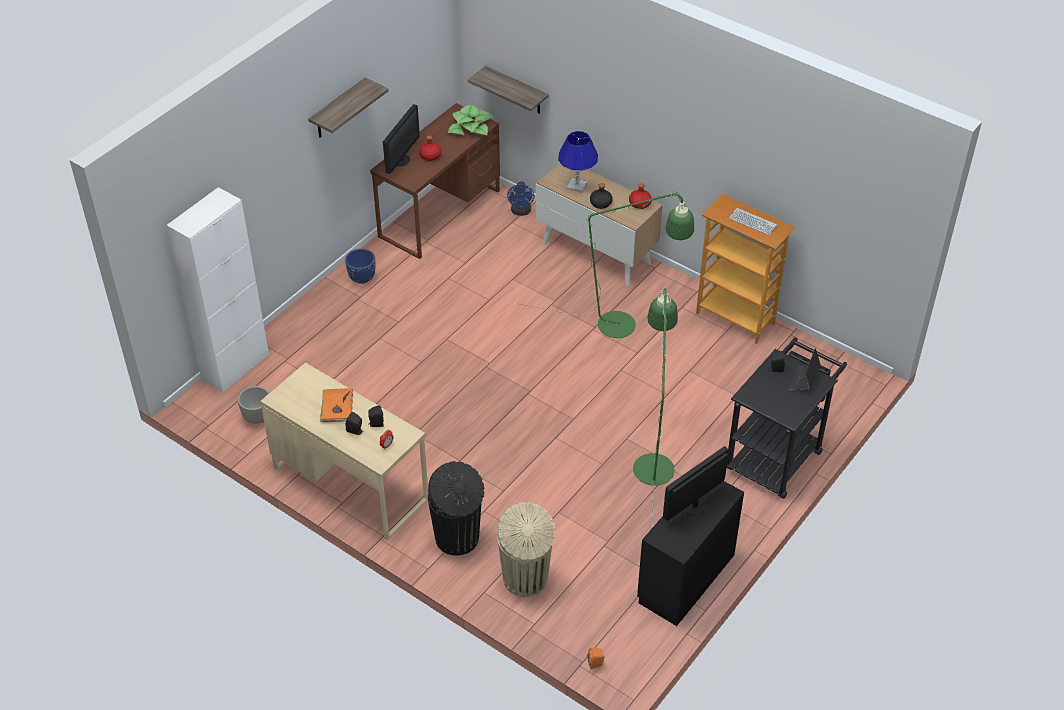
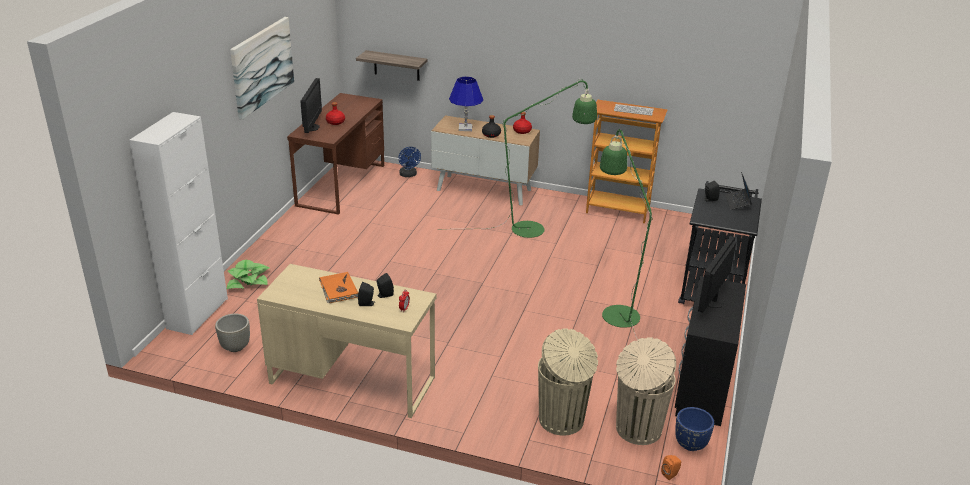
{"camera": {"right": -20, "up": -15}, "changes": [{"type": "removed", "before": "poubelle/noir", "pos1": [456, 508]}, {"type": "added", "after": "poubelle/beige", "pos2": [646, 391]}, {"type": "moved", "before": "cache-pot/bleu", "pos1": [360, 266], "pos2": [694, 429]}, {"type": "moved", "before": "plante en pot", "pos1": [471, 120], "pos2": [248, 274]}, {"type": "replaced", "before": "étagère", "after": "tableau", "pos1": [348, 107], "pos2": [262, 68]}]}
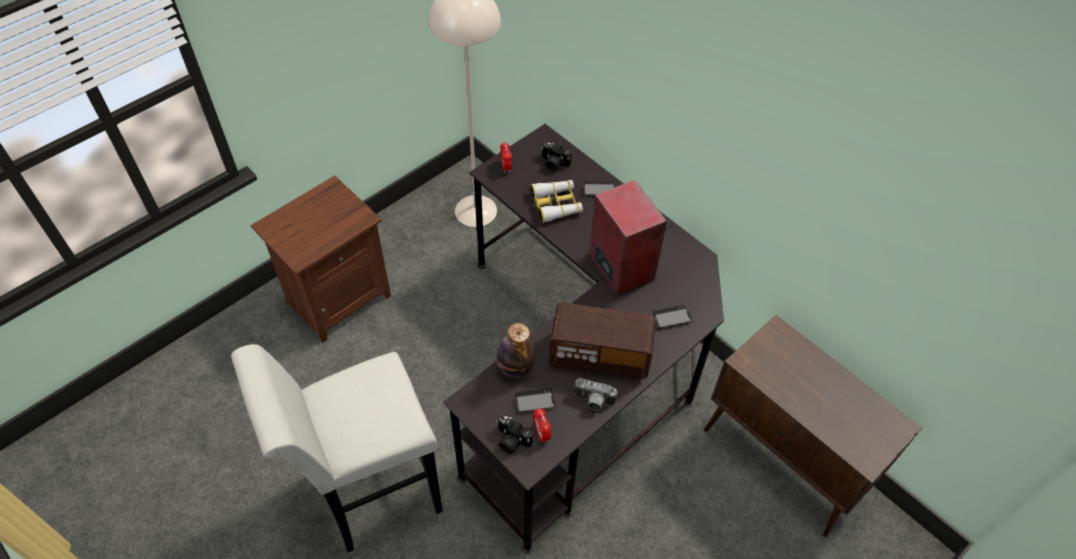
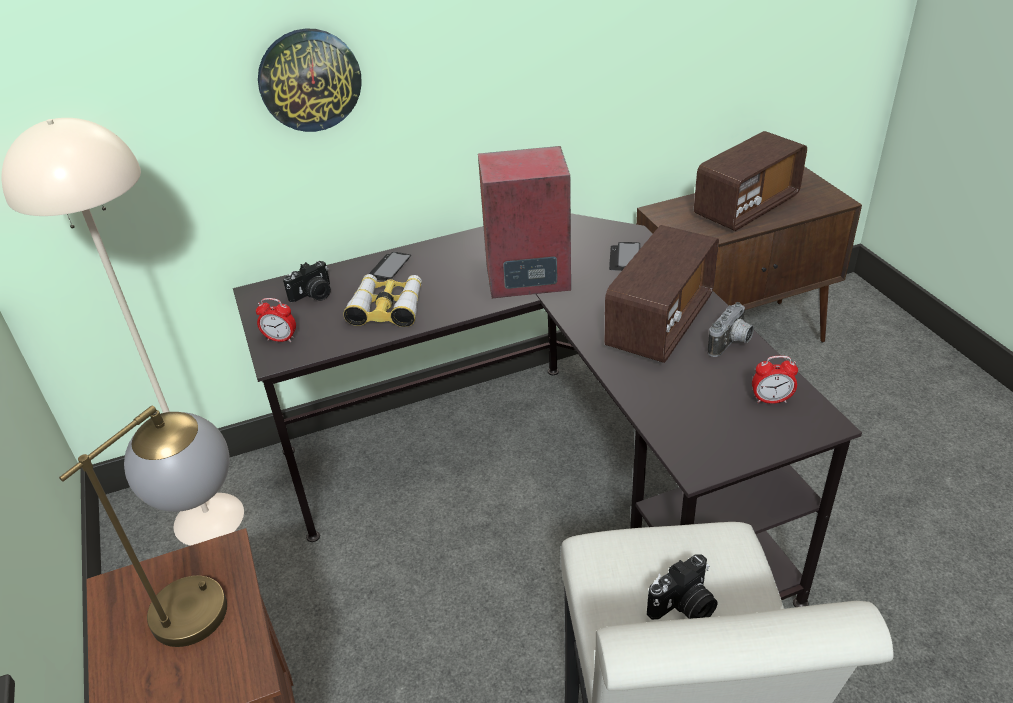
{"camera": {"right": -65, "up": -15}, "changes": [{"type": "removed", "before": "bouteille", "pos1": [515, 350]}, {"type": "removed", "before": "téléphone", "pos1": [535, 400]}, {"type": "added", "after": "lampe de table", "pos2": [144, 526]}, {"type": "added", "after": "horloge murale", "pos2": [310, 80]}, {"type": "added", "after": "radio", "pos2": [750, 181]}, {"type": "moved", "before": "appareil photo", "pos1": [514, 434], "pos2": [682, 587]}]}
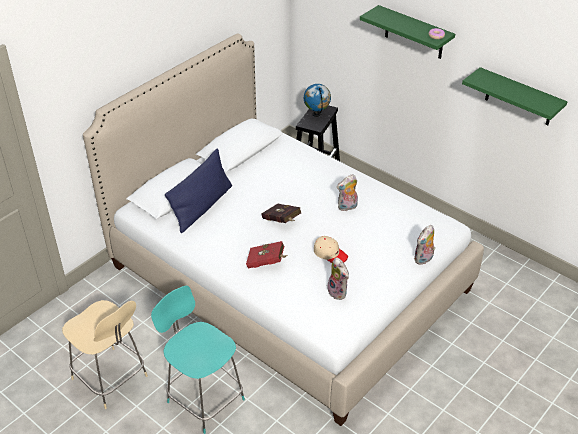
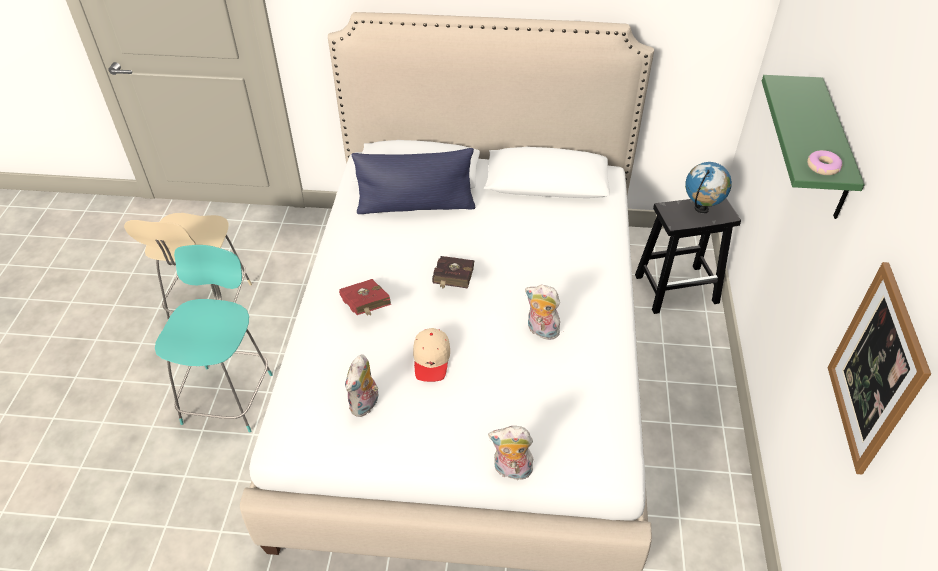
{"camera": {"right": 55, "up": 5}, "changes": [{"type": "replaced", "before": "étagère/vert", "after": "tableau", "pos1": [515, 96], "pos2": [879, 368]}]}
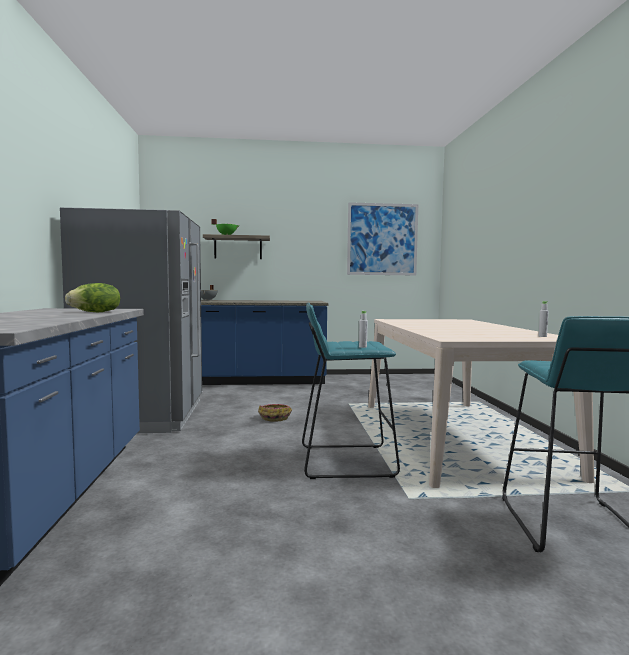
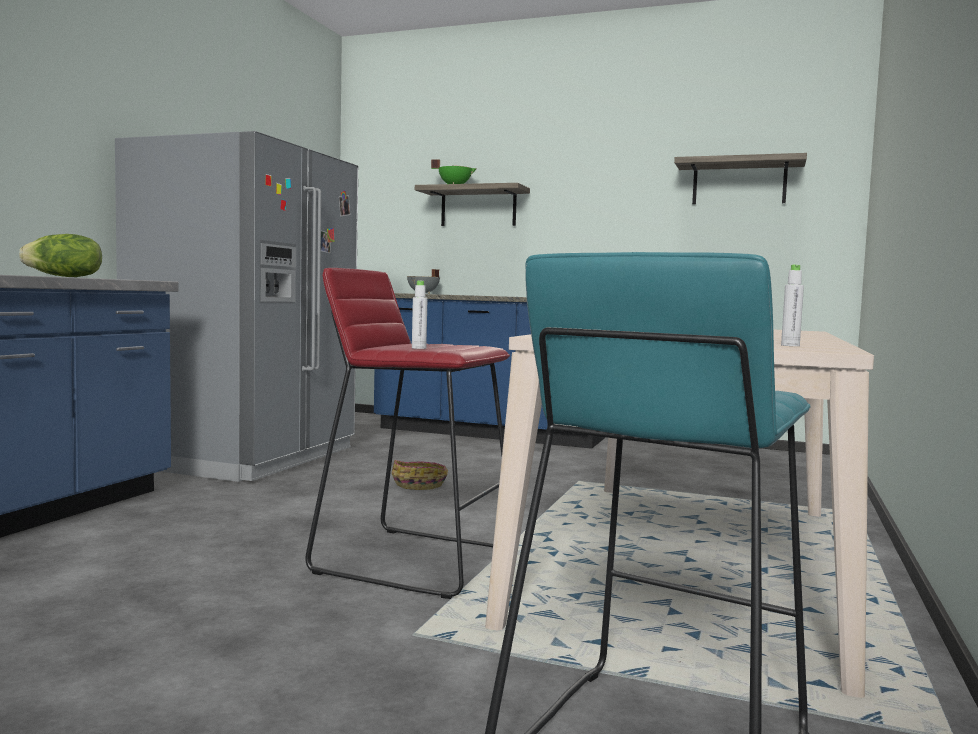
{"camera": {"right": 25, "up": 0}, "changes": [{"type": "replaced", "before": "tableau", "after": "étagère", "pos1": [382, 239], "pos2": [740, 178]}, {"type": "recoloured", "before": "tabouret/turquoise", "after": "tabouret/rouge", "pos1": [351, 391], "pos2": [408, 433]}]}
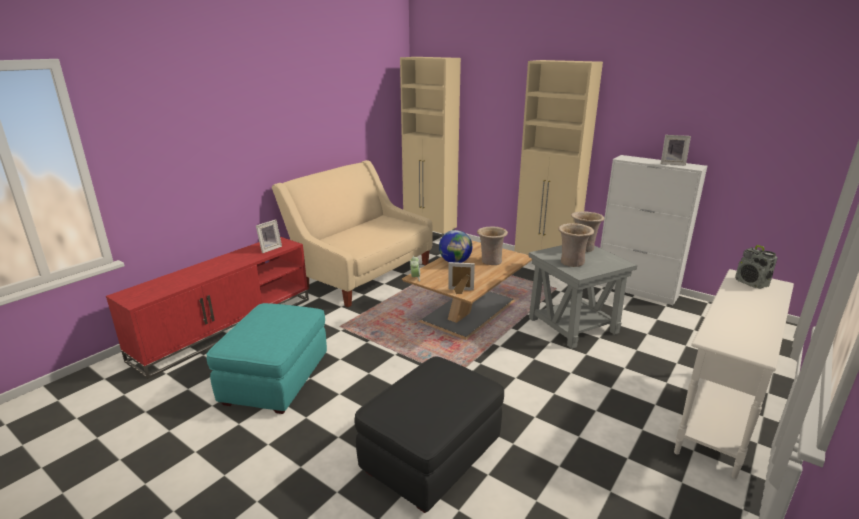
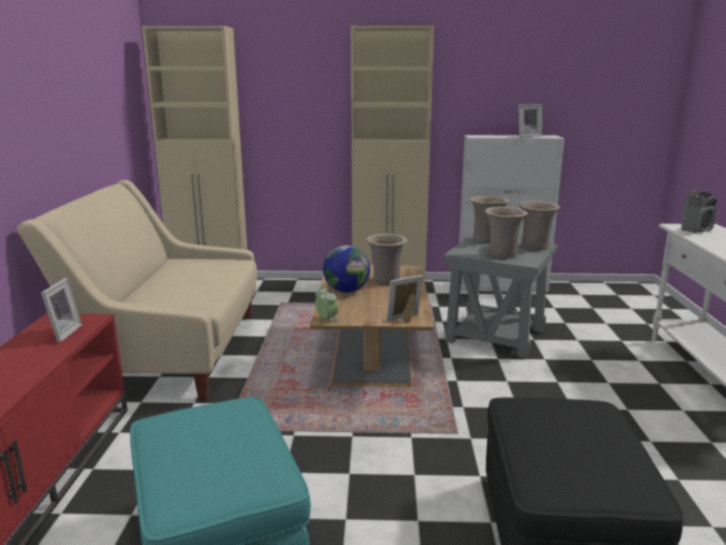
{"camera": {"right": -35, "up": -5}, "changes": [{"type": "added", "after": "vase/beige", "pos2": [539, 226]}, {"type": "turned", "before": "radio", "pos1": [756, 267], "pos2": [699, 212], "turn": -60}]}
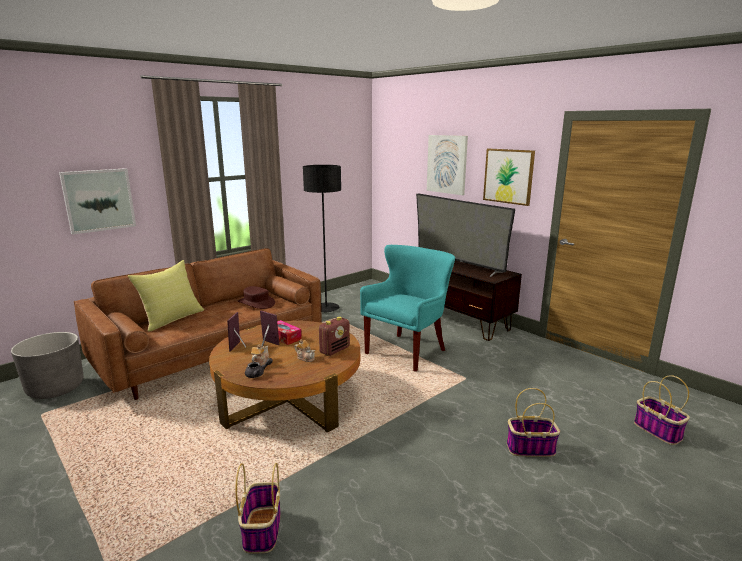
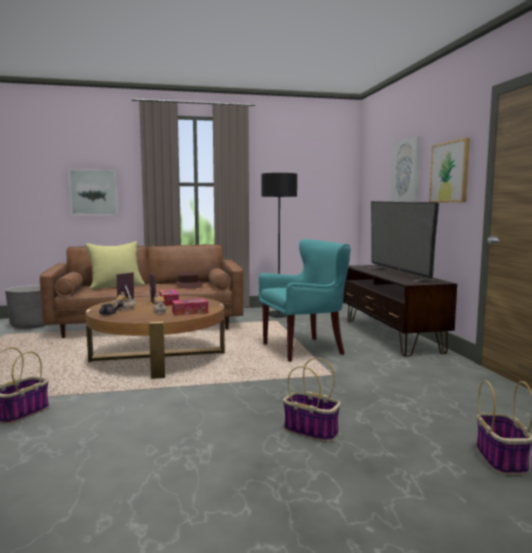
{"camera": {"right": 30, "up": -10}, "changes": [{"type": "replaced", "before": "radio", "after": "boîte à mouchoirs", "pos1": [334, 336], "pos2": [190, 307]}]}
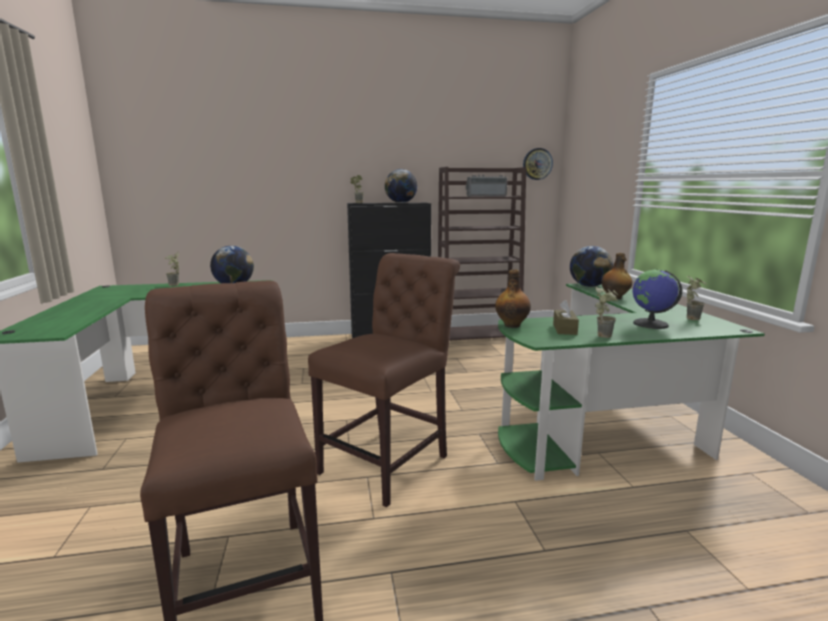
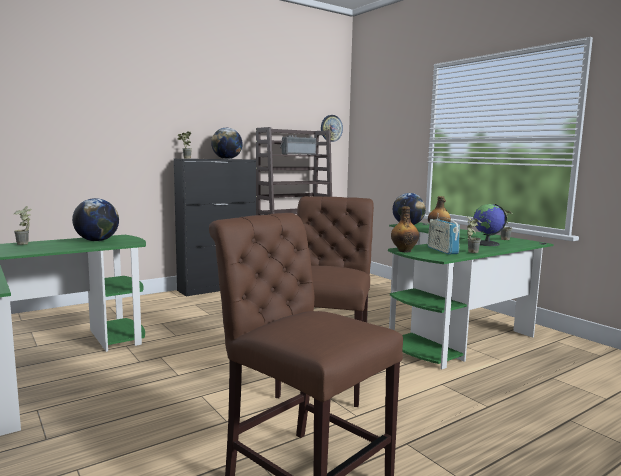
{"camera": {"right": -25, "up": -5}, "changes": [{"type": "replaced", "before": "boîte à mouchoirs/marron", "after": "radio", "pos1": [566, 317], "pos2": [443, 234]}]}
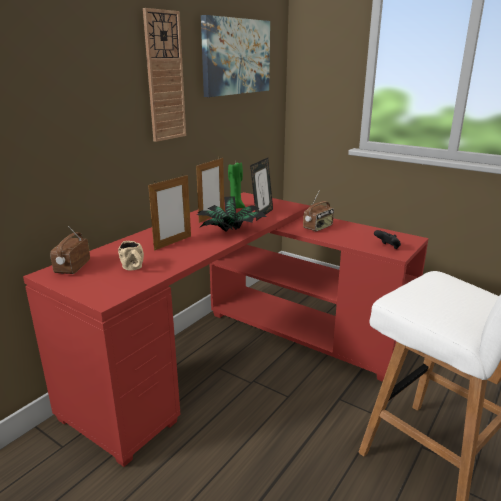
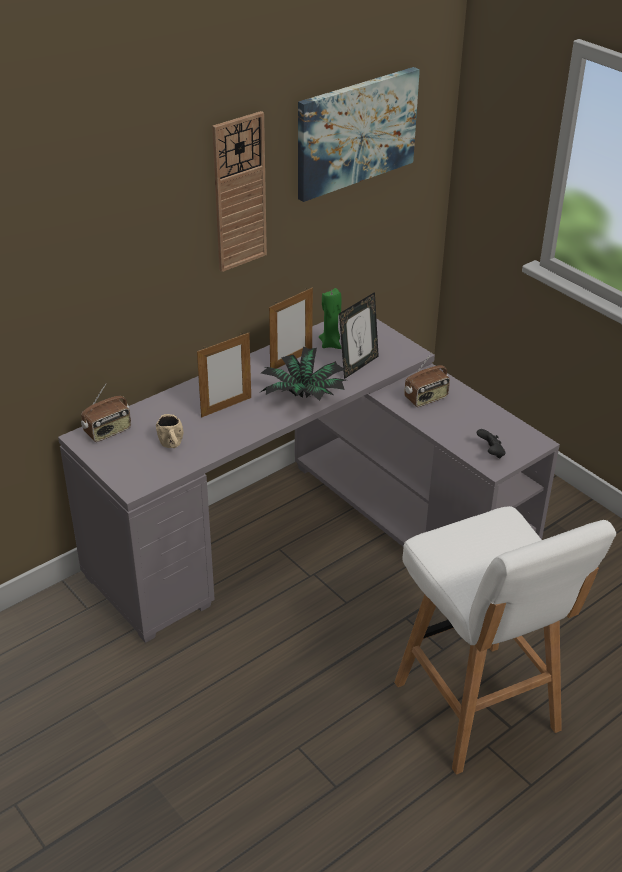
{"camera": {"right": 15, "up": 15}, "changes": [{"type": "recoloured", "before": "bureau/rouge", "after": "bureau/gris", "pos1": [226, 329], "pos2": [309, 479]}, {"type": "turned", "before": "radio", "pos1": [70, 250], "pos2": [106, 412], "turn": -150}]}
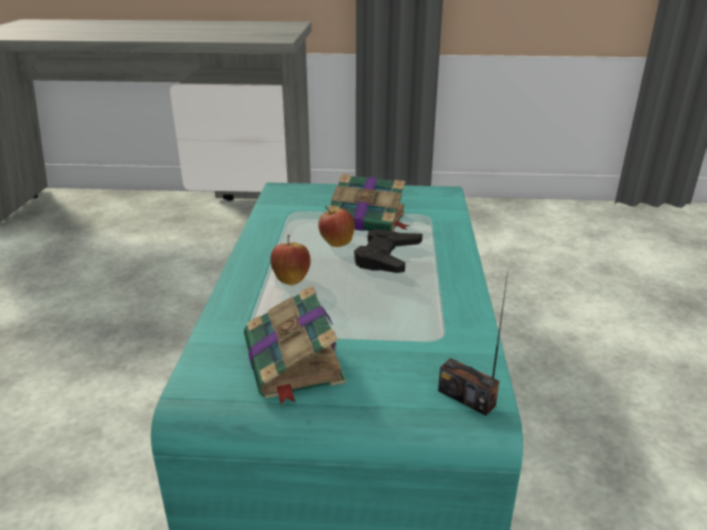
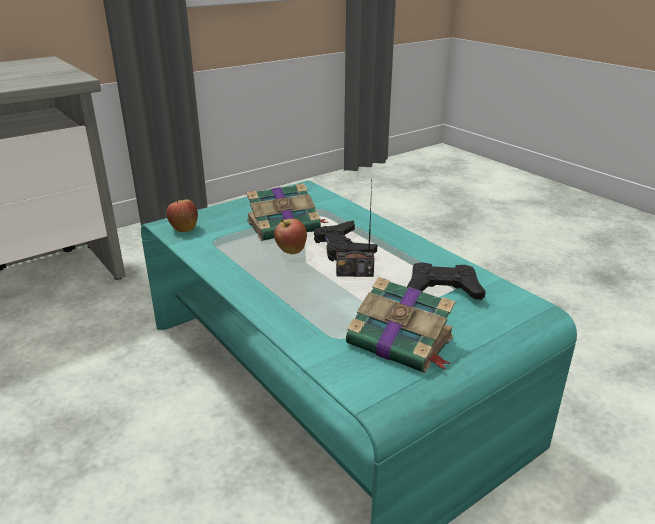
{"camera": {"right": -40, "up": 0}, "changes": [{"type": "added", "after": "manette/noir", "pos2": [446, 281]}, {"type": "moved", "before": "pomme", "pos1": [290, 260], "pos2": [182, 213]}, {"type": "moved", "before": "radio", "pos1": [473, 343], "pos2": [355, 229]}]}
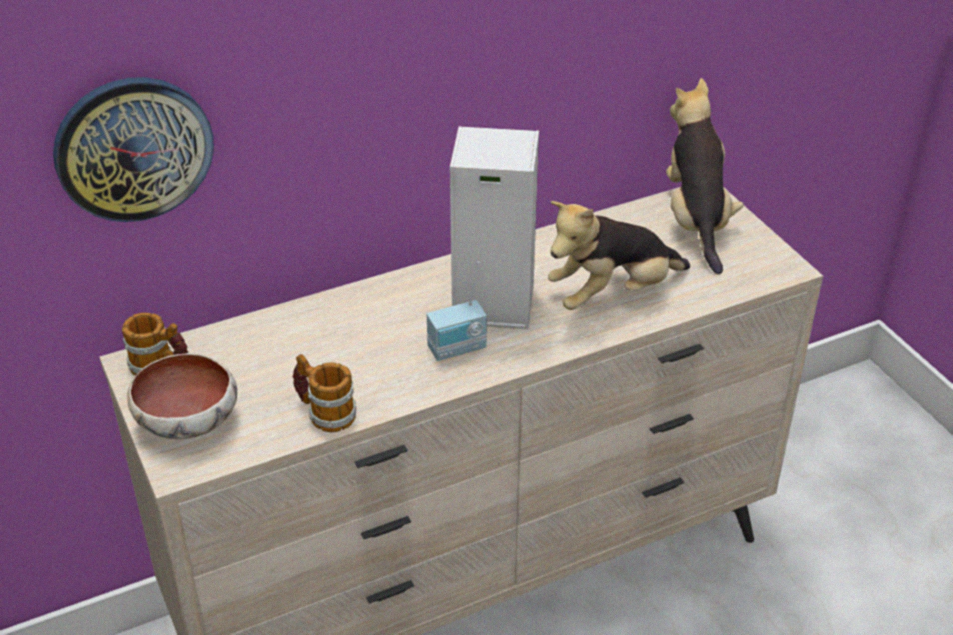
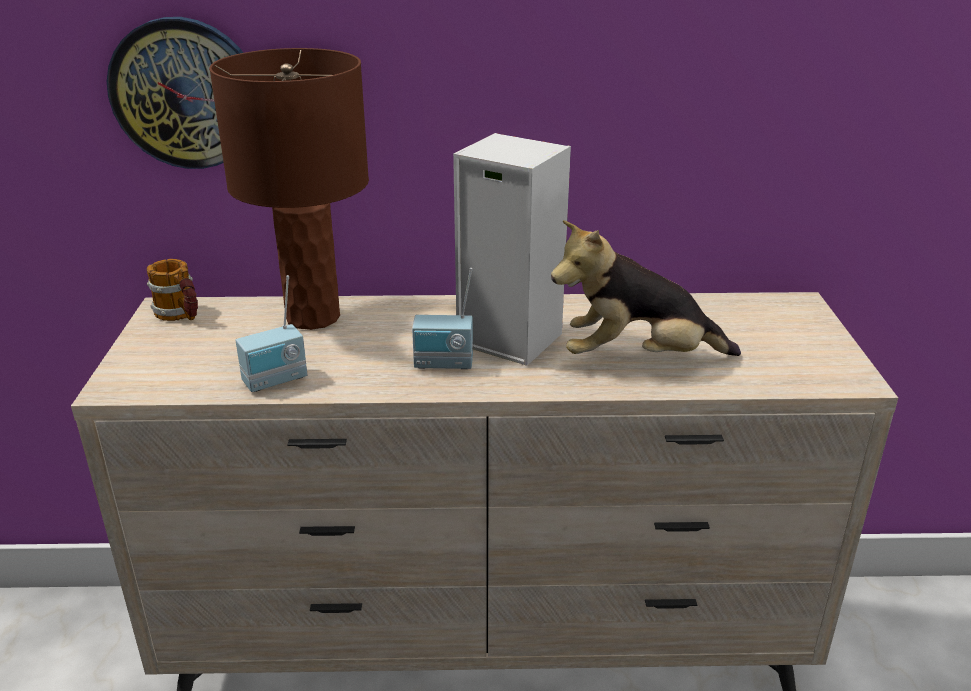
{"camera": {"right": 25, "up": -10}, "changes": [{"type": "removed", "before": "bol", "pos1": [182, 396]}, {"type": "removed", "before": "peluche", "pos1": [705, 176]}, {"type": "added", "after": "lampe de table/marron", "pos2": [289, 189]}, {"type": "replaced", "before": "mug", "after": "radio", "pos1": [324, 393], "pos2": [271, 333]}]}
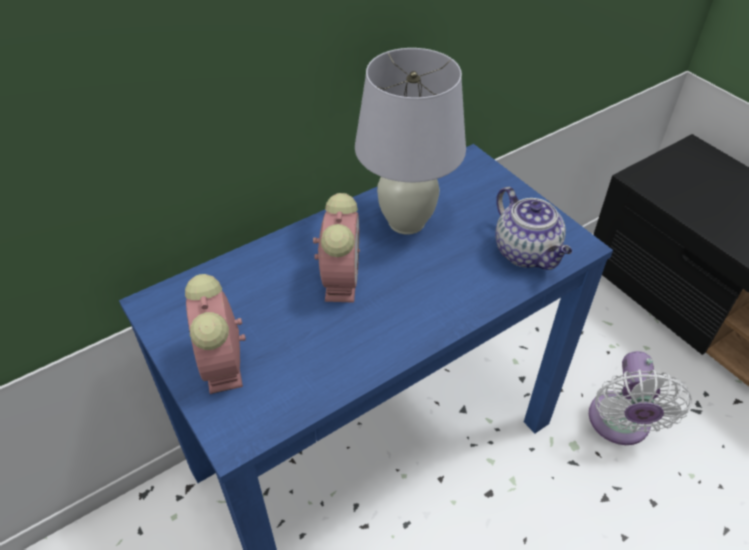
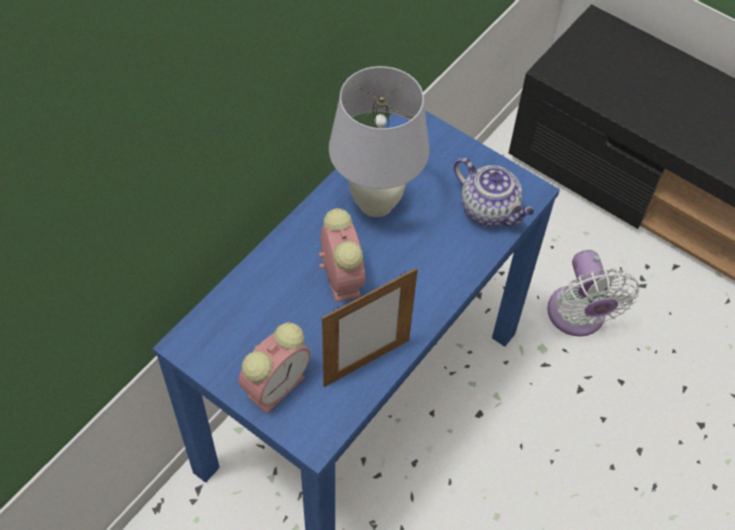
{"camera": {"right": -20, "up": 10}, "changes": [{"type": "added", "after": "cadre photo", "pos2": [370, 327]}, {"type": "turned", "before": "réveil", "pos1": [215, 334], "pos2": [274, 368], "turn": -105}]}
